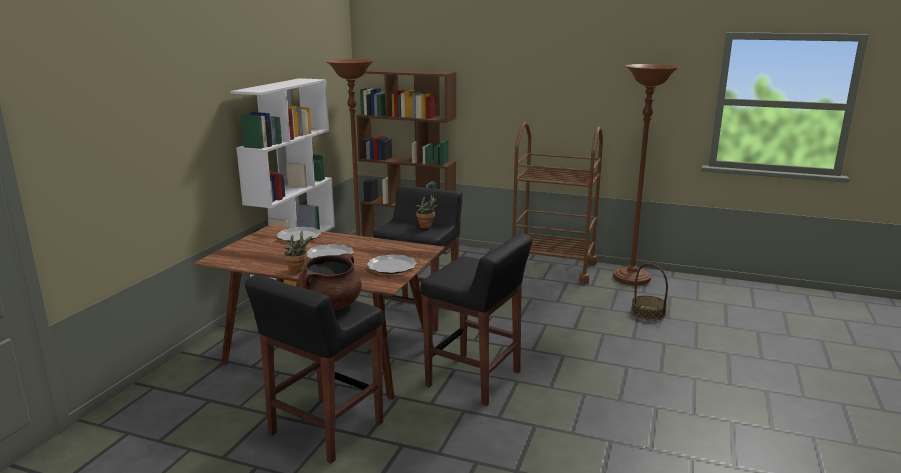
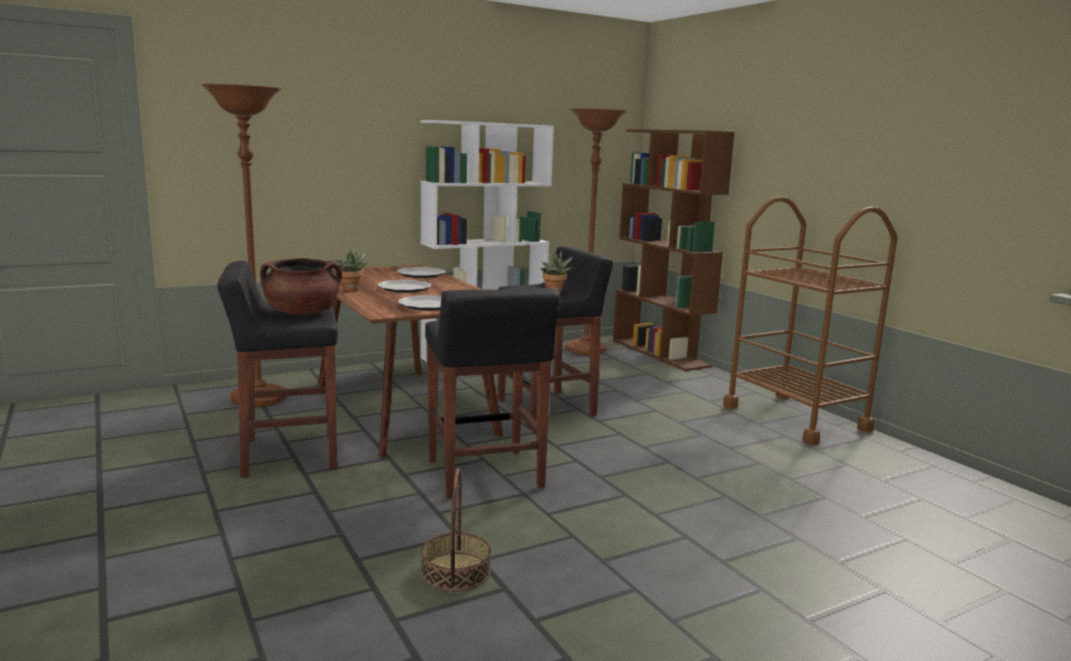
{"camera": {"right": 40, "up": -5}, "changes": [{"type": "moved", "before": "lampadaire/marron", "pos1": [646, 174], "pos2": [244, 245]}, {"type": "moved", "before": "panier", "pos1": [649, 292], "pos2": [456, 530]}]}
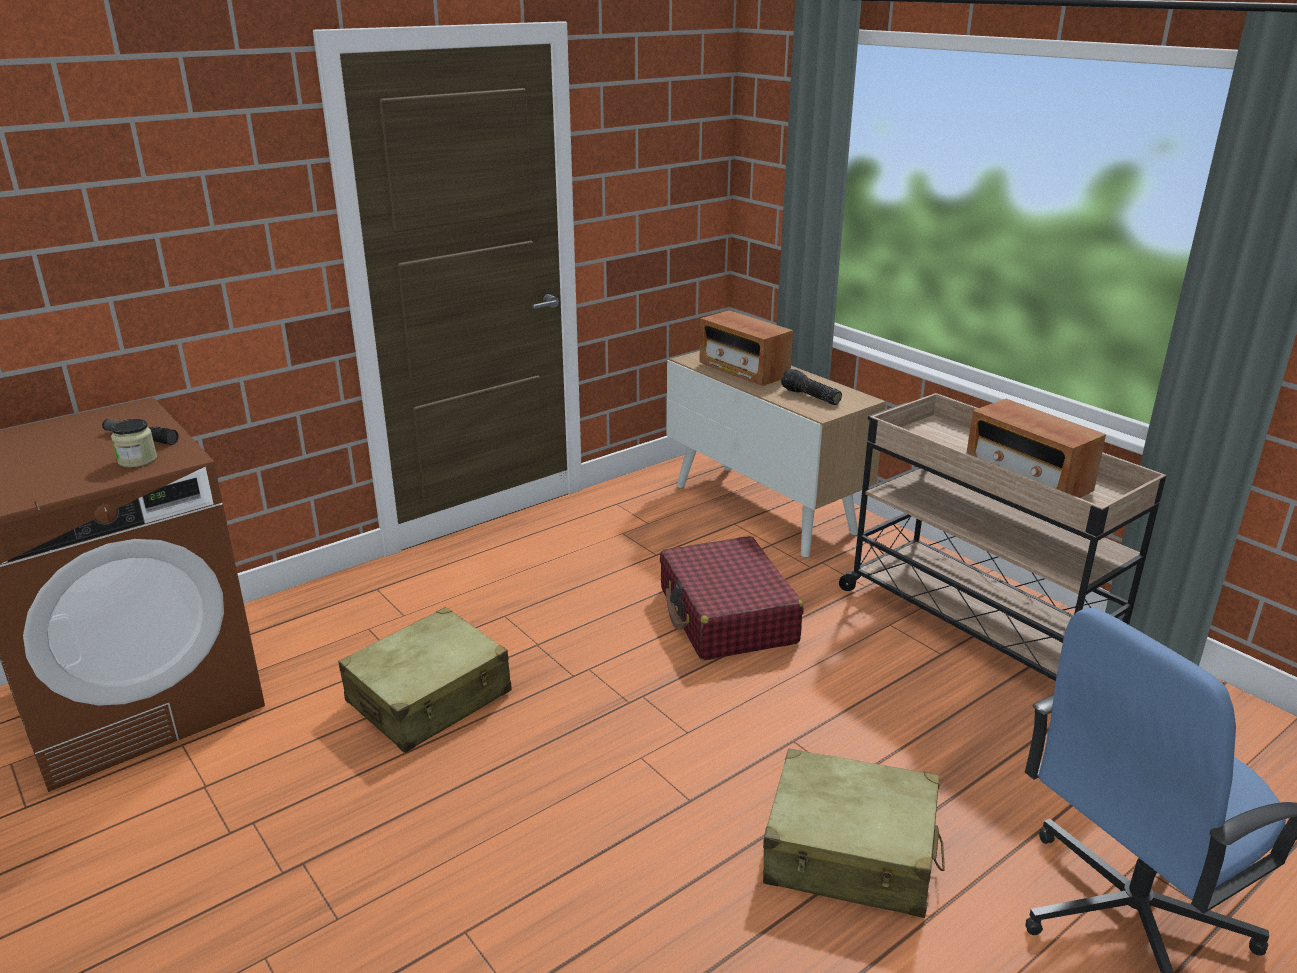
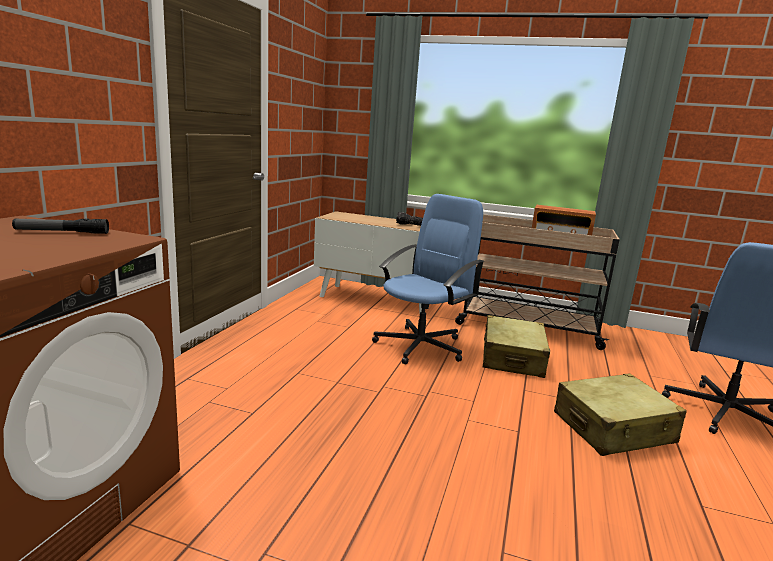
{"camera": {"right": -35, "up": -10}, "changes": [{"type": "removed", "before": "bocal", "pos1": [134, 443]}, {"type": "removed", "before": "radio", "pos1": [746, 348]}, {"type": "moved", "before": "valise/beige", "pos1": [425, 680], "pos2": [516, 346]}, {"type": "replaced", "before": "valise/rouge", "after": "chaise de bureau/bleu", "pos1": [731, 598], "pos2": [428, 279]}]}
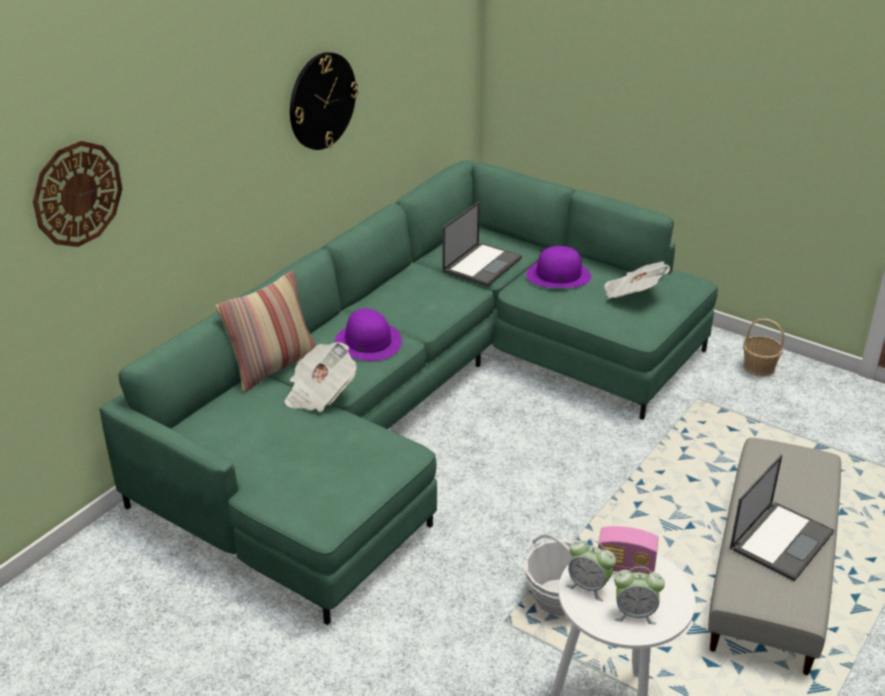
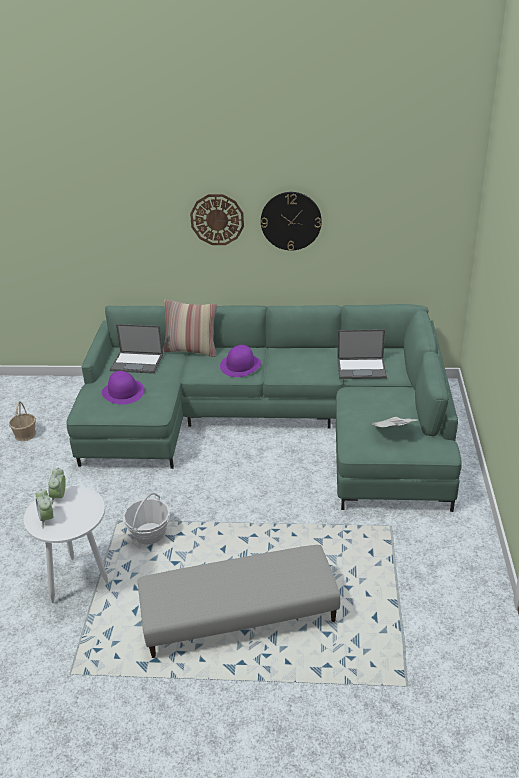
{"camera": {"right": 60, "up": 0}, "changes": [{"type": "removed", "before": "journal", "pos1": [321, 377]}, {"type": "removed", "before": "radio", "pos1": [628, 550]}, {"type": "moved", "before": "horloge murale", "pos1": [77, 194], "pos2": [217, 219]}, {"type": "moved", "before": "chapeau/violet", "pos1": [558, 267], "pos2": [123, 388]}, {"type": "moved", "before": "ordinateur portable", "pos1": [782, 517], "pos2": [136, 349]}, {"type": "moved", "before": "panier", "pos1": [763, 348], "pos2": [22, 421]}]}
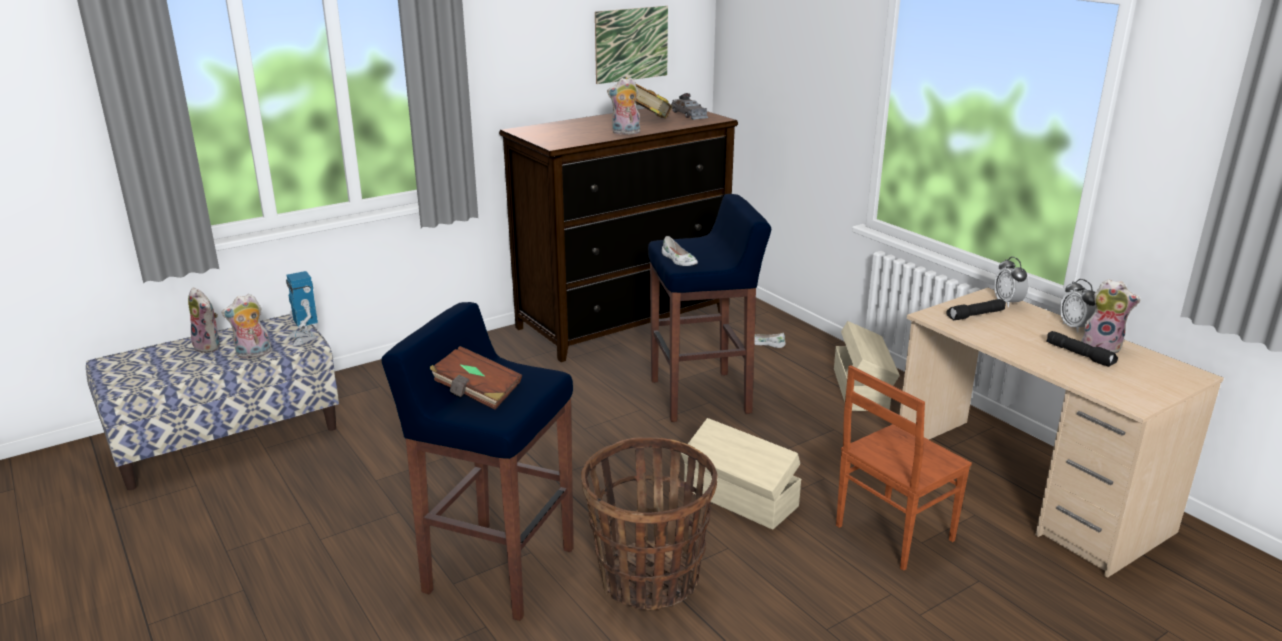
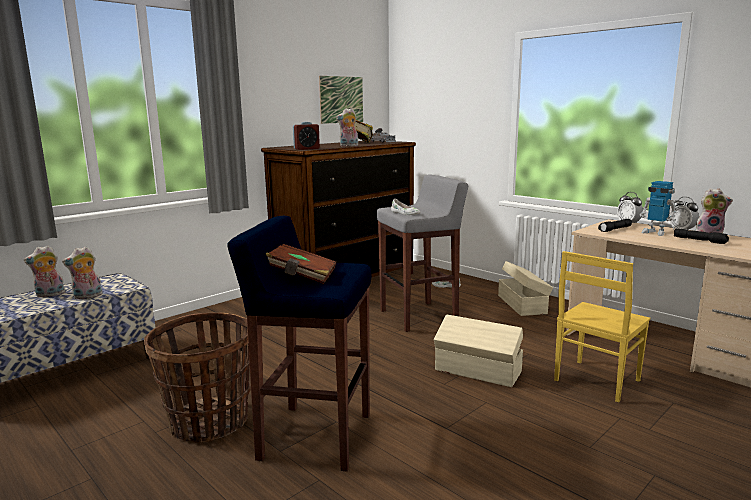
{"camera": {"right": -10, "up": -10}, "changes": [{"type": "added", "after": "réveil", "pos2": [306, 136]}, {"type": "moved", "before": "robot jouet", "pos1": [302, 308], "pos2": [658, 208]}, {"type": "moved", "before": "panier", "pos1": [649, 523], "pos2": [197, 378]}, {"type": "recoloured", "before": "tabouret/bleu", "after": "tabouret/gris", "pos1": [709, 308], "pos2": [422, 253]}, {"type": "recoloured", "before": "chaise/marron", "after": "chaise/jaune", "pos1": [904, 468], "pos2": [602, 326]}, {"type": "turned", "before": "peluche", "pos1": [204, 320], "pos2": [44, 271], "turn": 120}]}
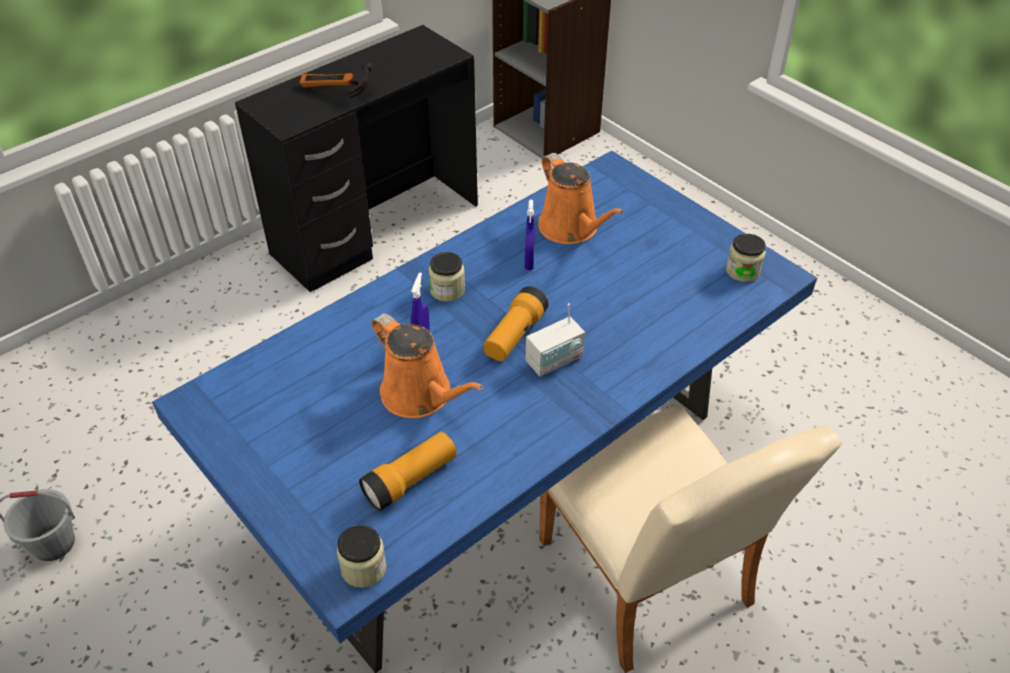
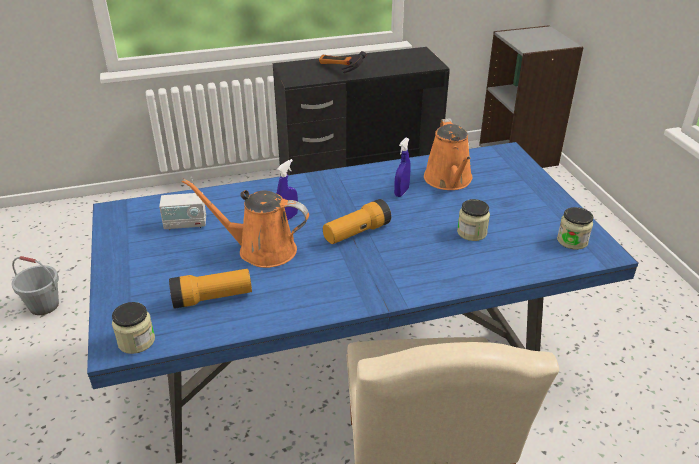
{"camera": {"right": 25, "up": -10}, "changes": [{"type": "moved", "before": "bocal", "pos1": [447, 277], "pos2": [473, 220]}, {"type": "moved", "before": "radio", "pos1": [555, 340], "pos2": [182, 203]}, {"type": "turned", "before": "arrosoir/orange", "pos1": [427, 365], "pos2": [245, 223], "turn": 120}]}
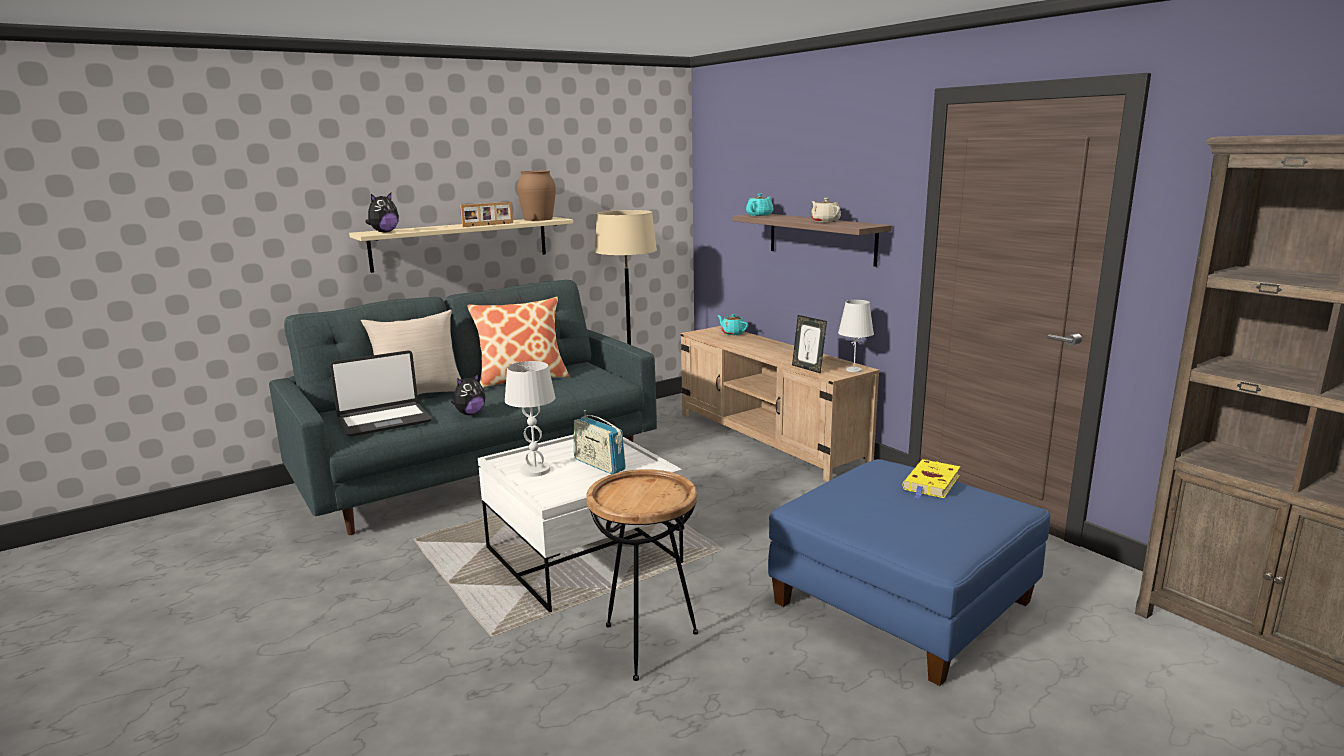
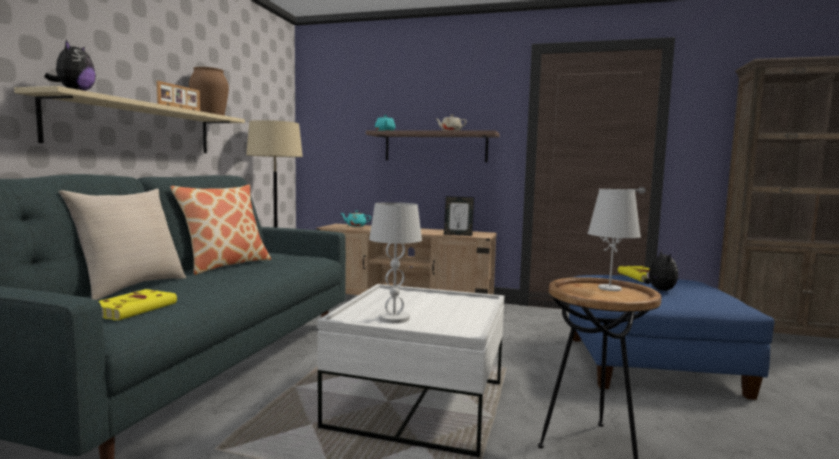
{"camera": {"right": -40, "up": -10}, "changes": [{"type": "removed", "before": "radio", "pos1": [600, 442]}, {"type": "moved", "before": "peluche", "pos1": [468, 394], "pos2": [661, 270]}, {"type": "moved", "before": "lampe de table/blanc", "pos1": [856, 336], "pos2": [614, 240]}, {"type": "replaced", "before": "ordinateur portable", "after": "livre/jaune", "pos1": [380, 393], "pos2": [138, 304]}]}
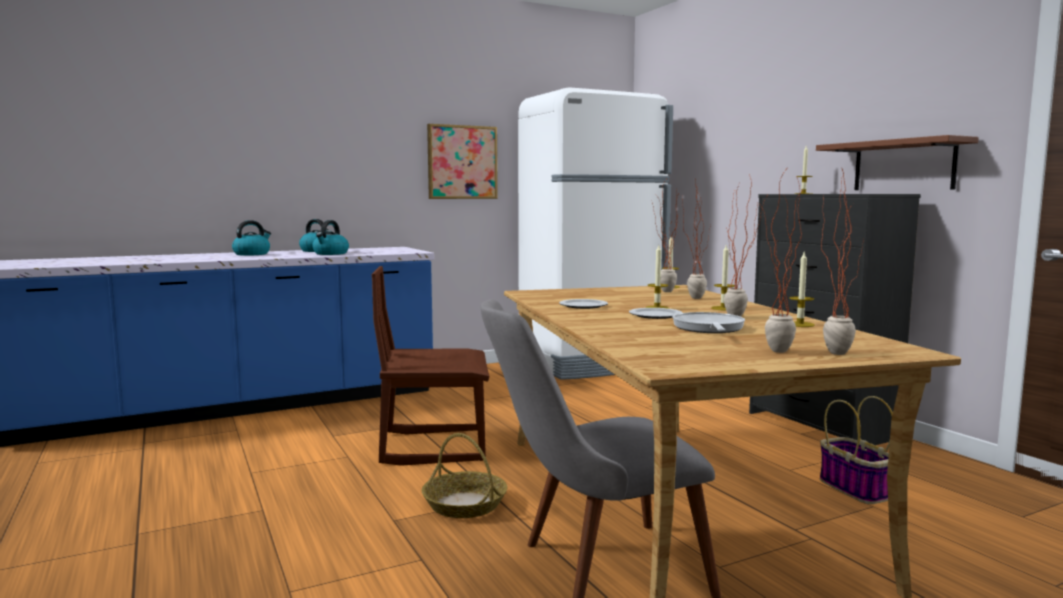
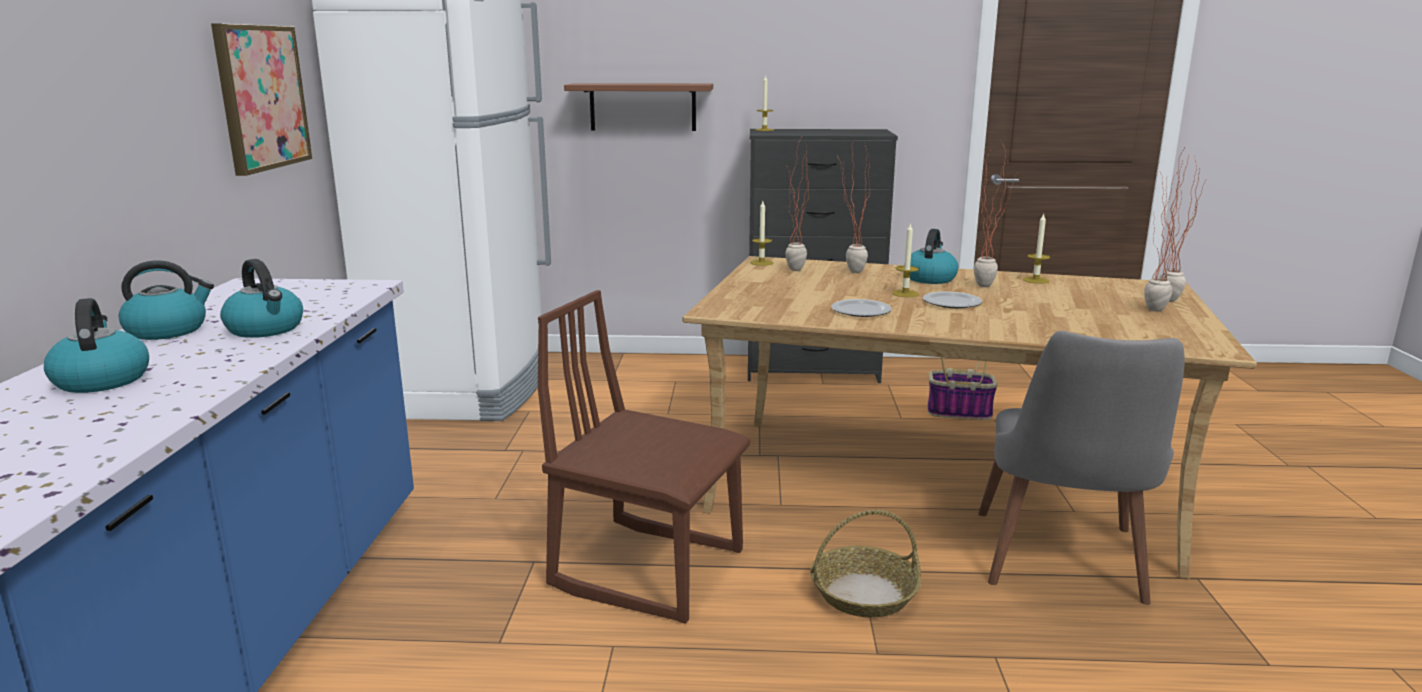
{"camera": {"right": -60, "up": 10}, "changes": [{"type": "removed", "before": "poêle", "pos1": [709, 322]}, {"type": "moved", "before": "étagère/marron", "pos1": [897, 162], "pos2": [638, 107]}, {"type": "replaced", "before": "bougie", "after": "bouilloire", "pos1": [723, 278], "pos2": [931, 256]}, {"type": "turned", "before": "chaise/marron", "pos1": [430, 366], "pos2": [644, 457], "turn": 90}]}
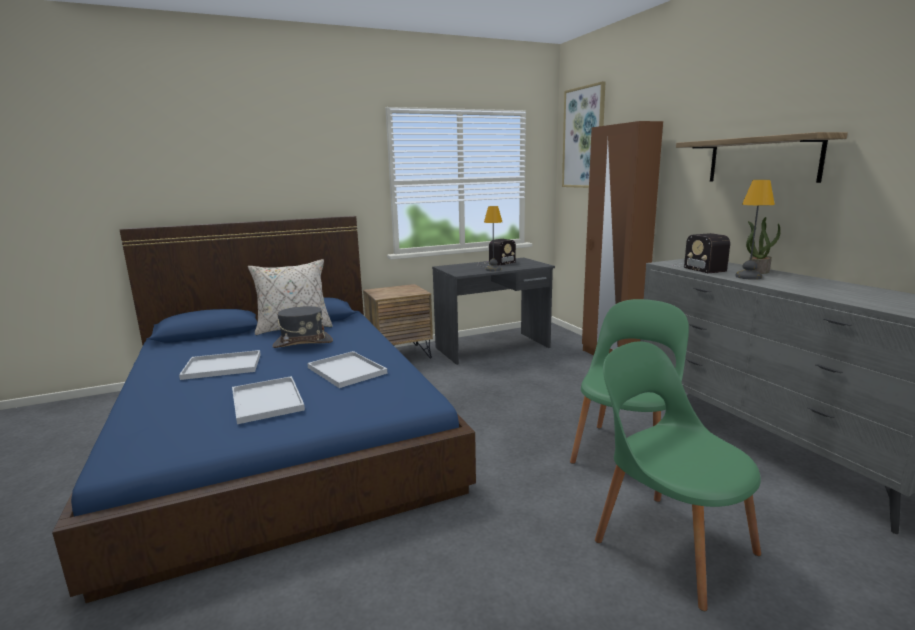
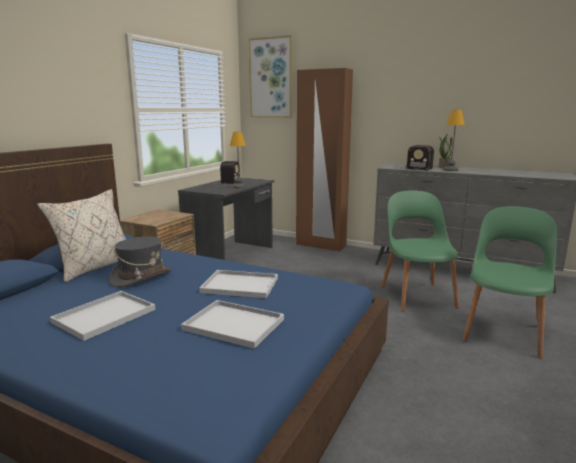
{"camera": {"right": -40, "up": 0}, "changes": [{"type": "removed", "before": "étagère", "pos1": [762, 157]}, {"type": "turned", "before": "chaise/vert", "pos1": [678, 476], "pos2": [510, 282], "turn": 105}]}
